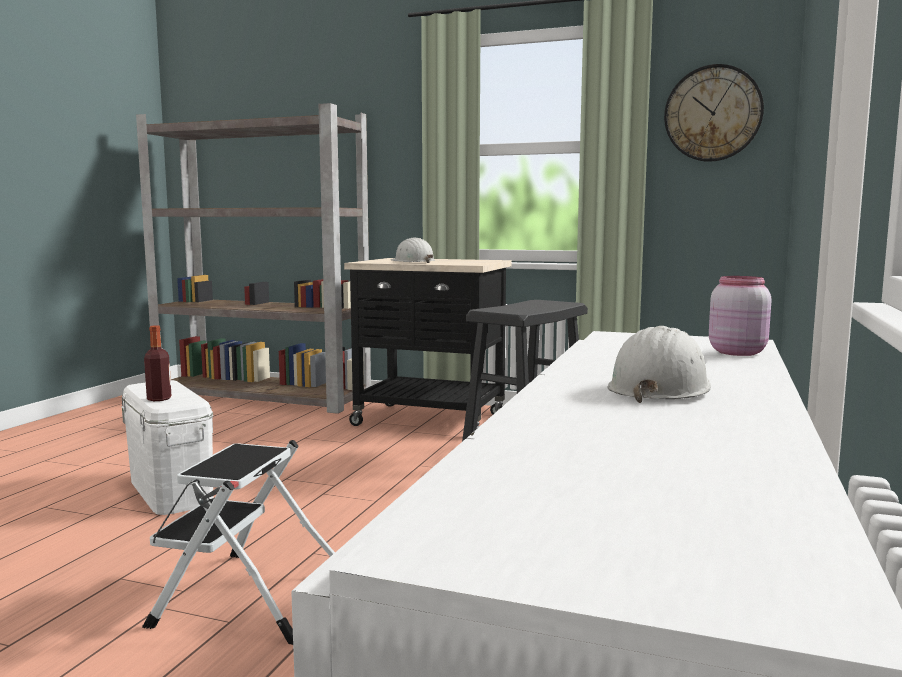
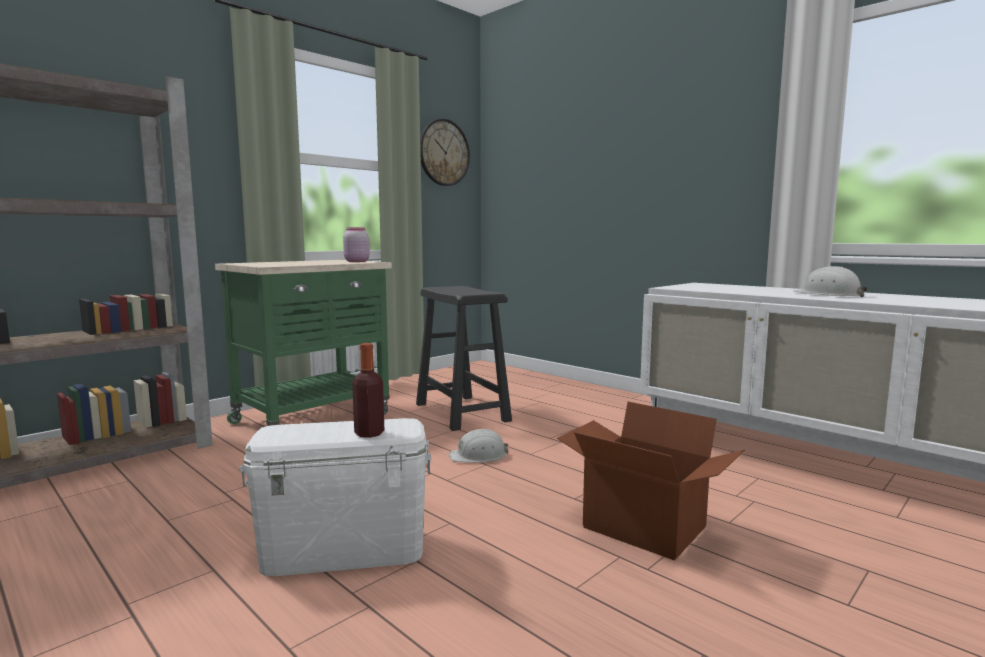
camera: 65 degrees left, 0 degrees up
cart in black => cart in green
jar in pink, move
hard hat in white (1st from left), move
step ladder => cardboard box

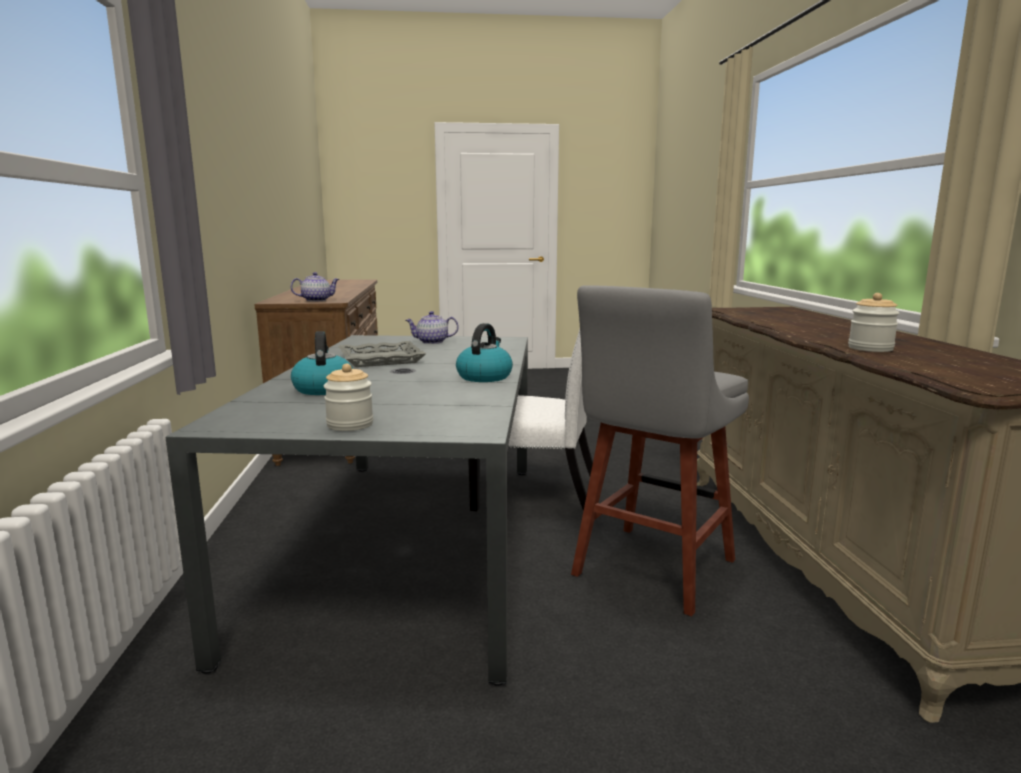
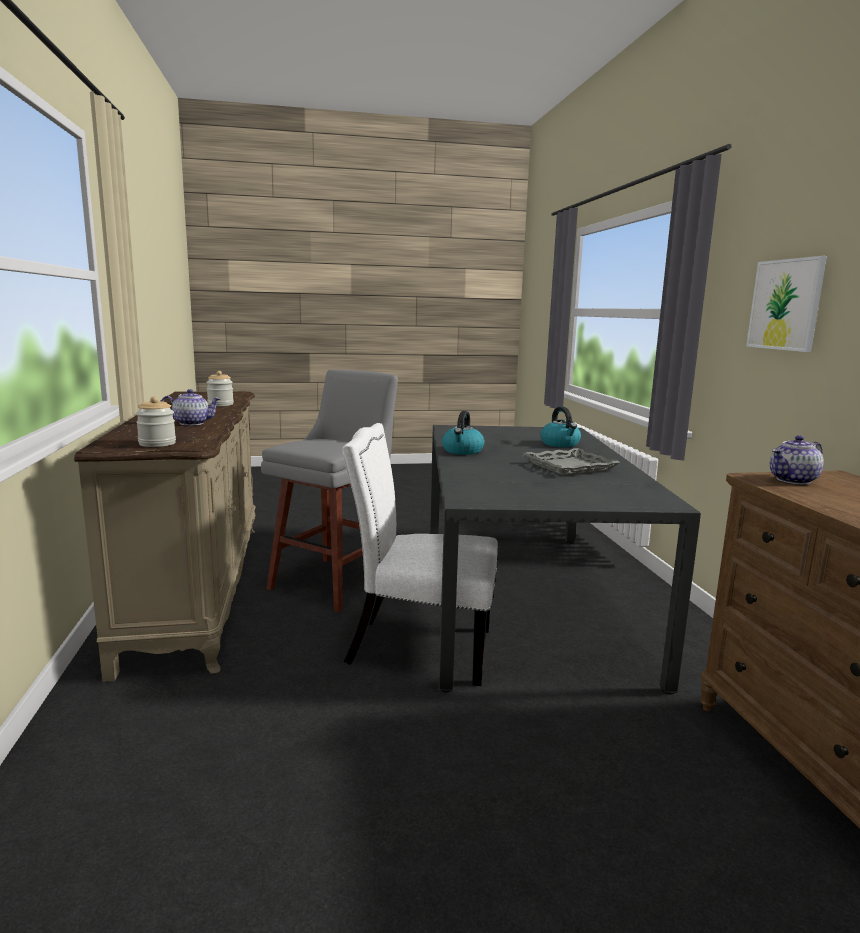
camera: 175 degrees right, 0 degrees up
jar (1st from left), move
teapot (2nd from left in the first image) => teapot (1st from left), move
nothing => picture

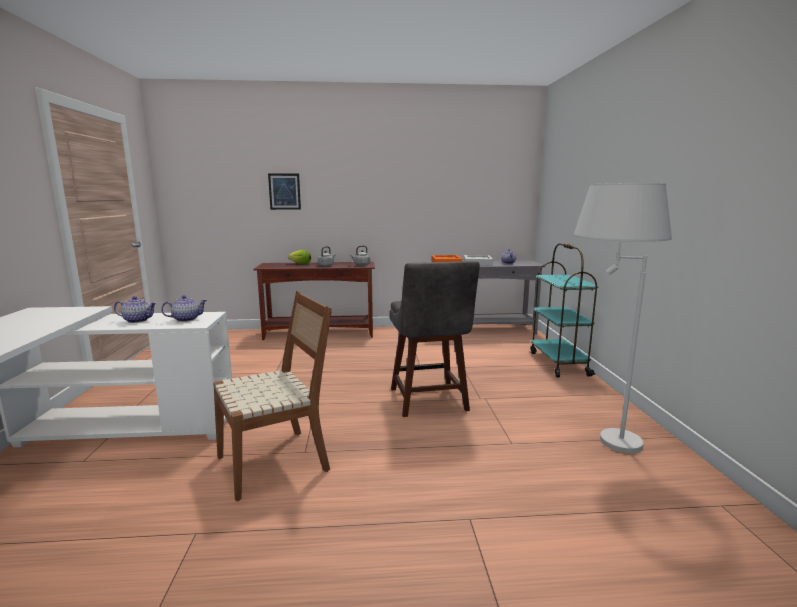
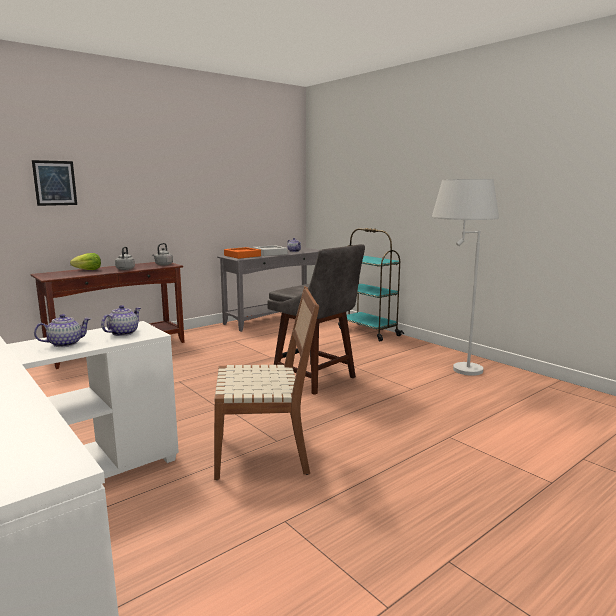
camera: 35 degrees left, 0 degrees up
chair, 60 degrees clockwise

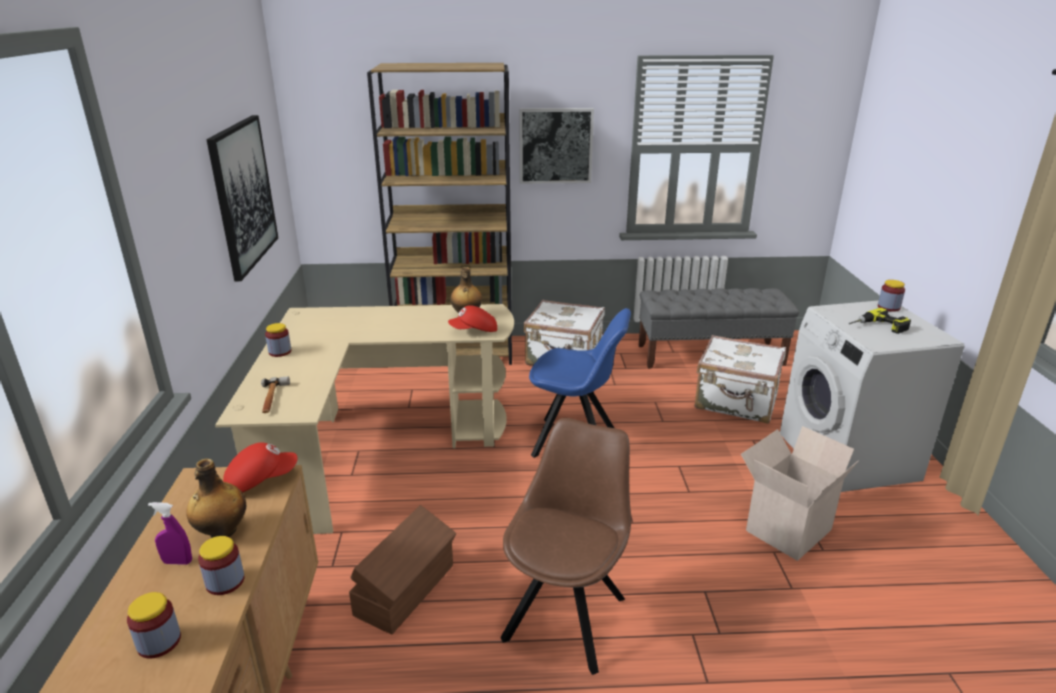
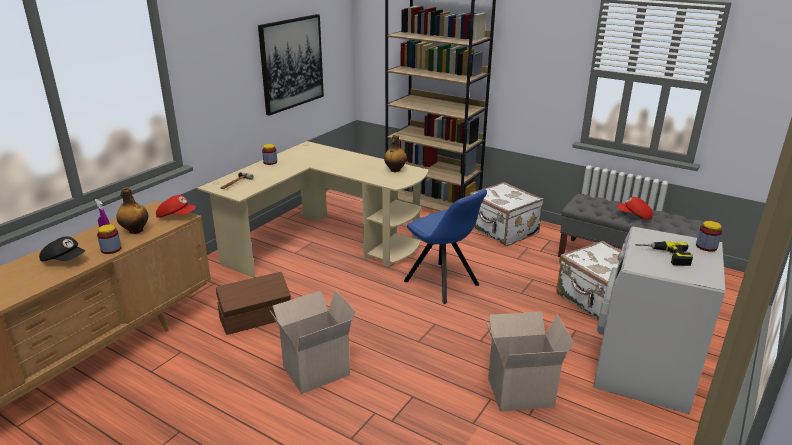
camera: 35 degrees right, 0 degrees up
jar (1st from left) => cap in black
chair in brown => cardboard box (1st from left)
cap in red (2nd from left), move
picture (2nd from left) => nothing

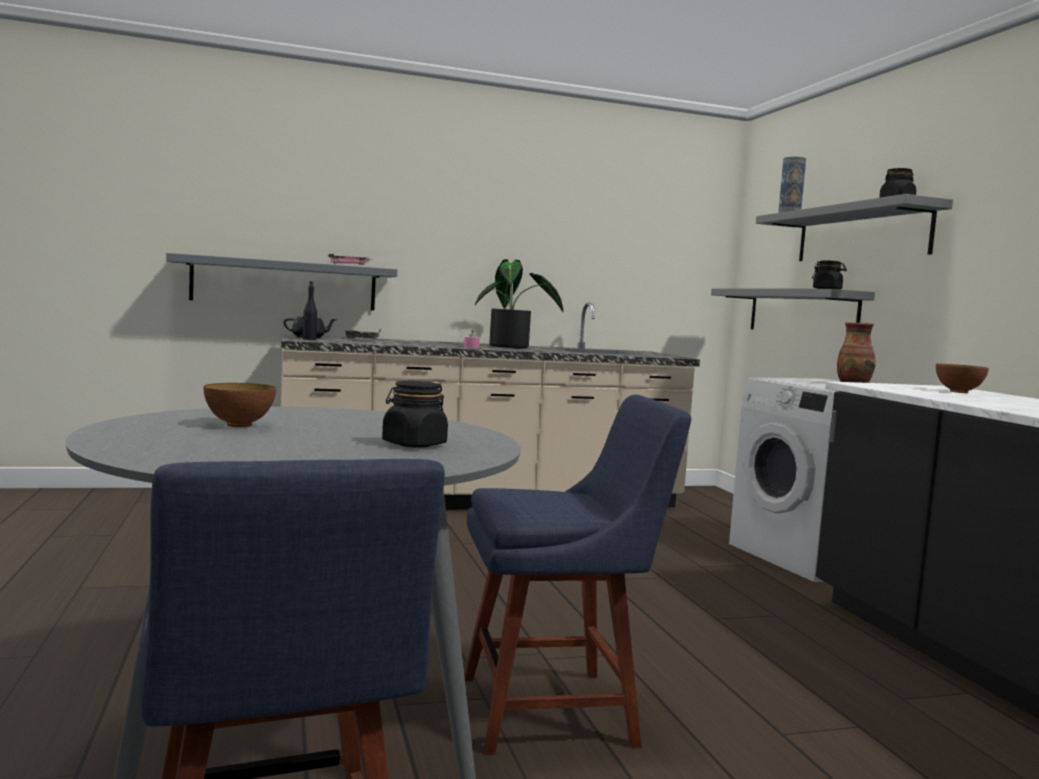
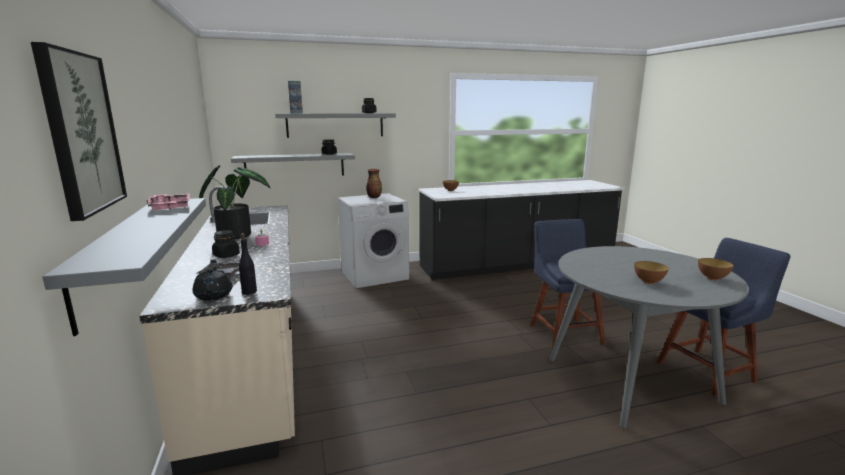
camera: 90 degrees left, 10 degrees up
nothing => picture
jar in black (1st from left), move
nothing => bowl (3rd from left)

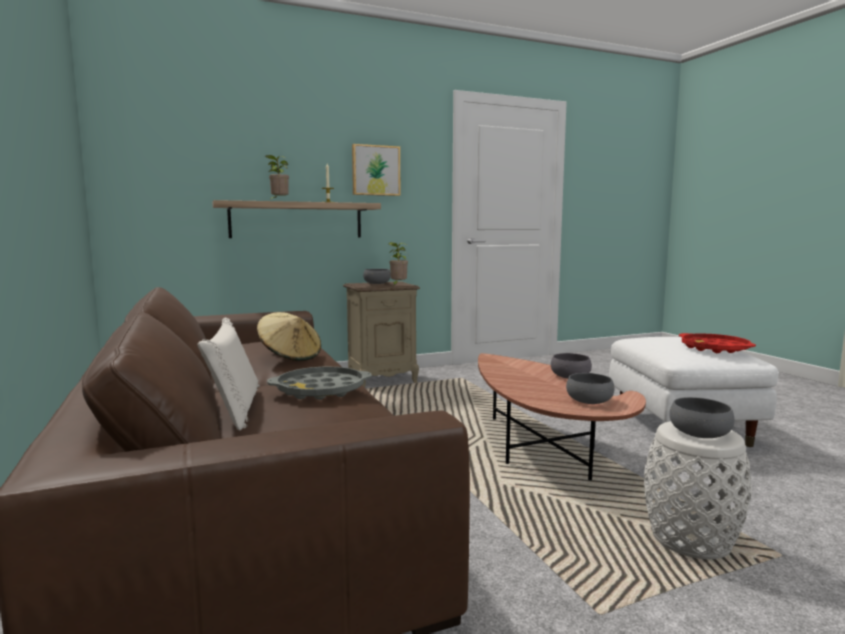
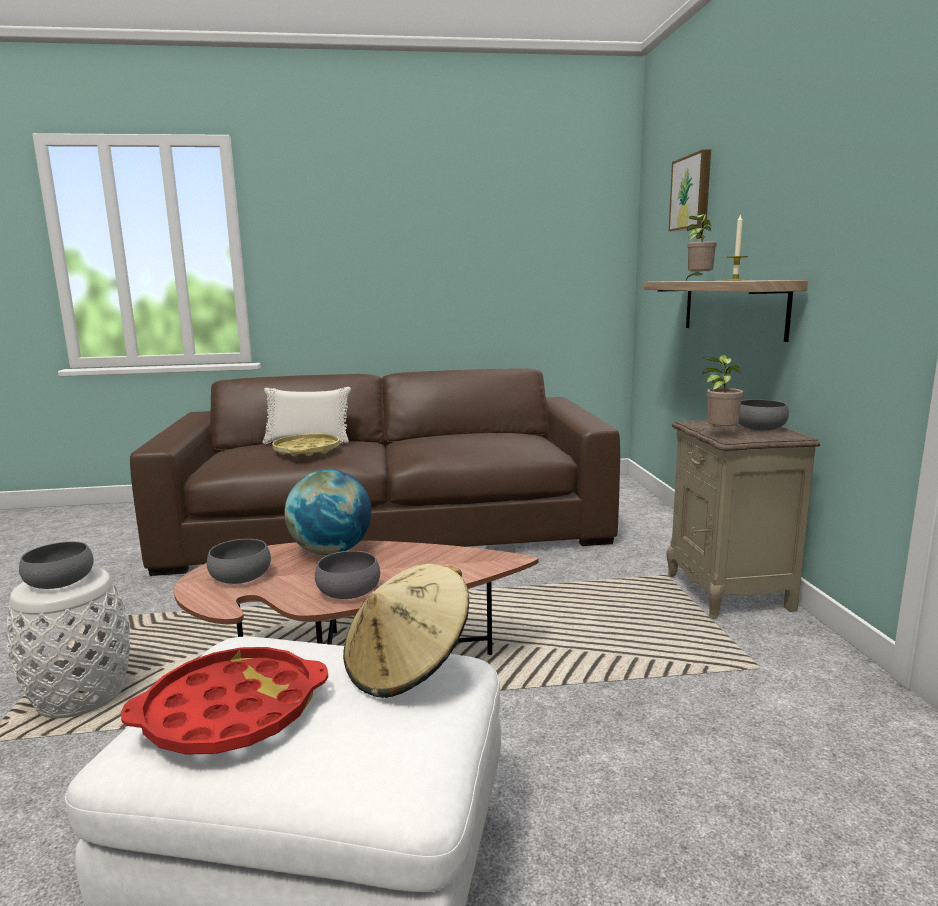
camera: 105 degrees right, 5 degrees up
tray in grey => tray in yellow
nothing => globe
hat in beige, move
picture, move

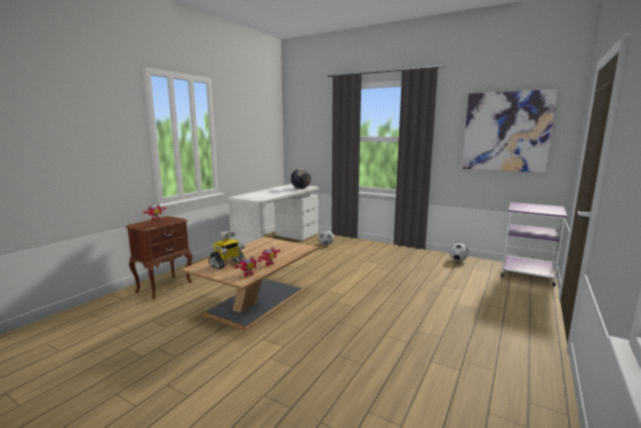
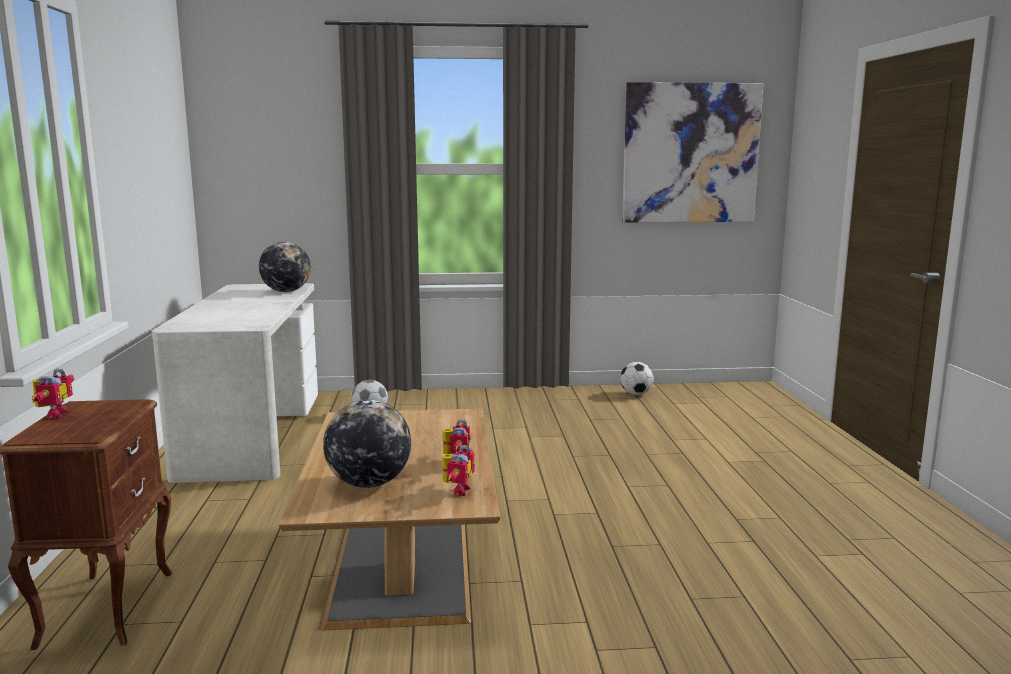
camera: 35 degrees left, 0 degrees up
toy robot (2nd from left) => globe (2nd from left)
cart in purple => nothing

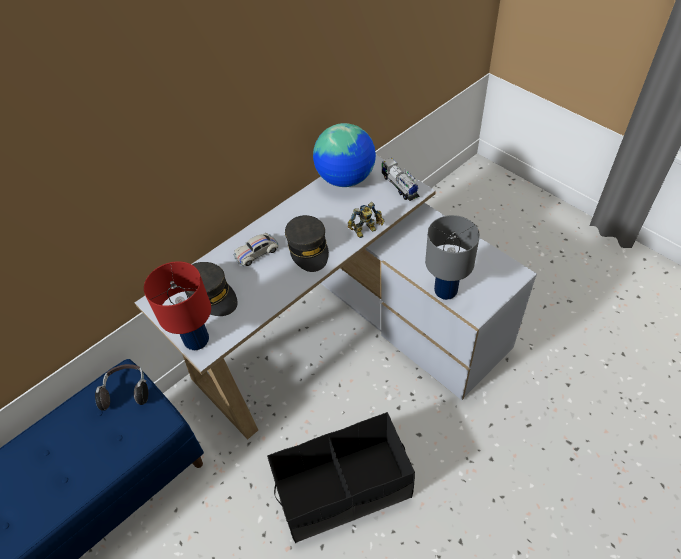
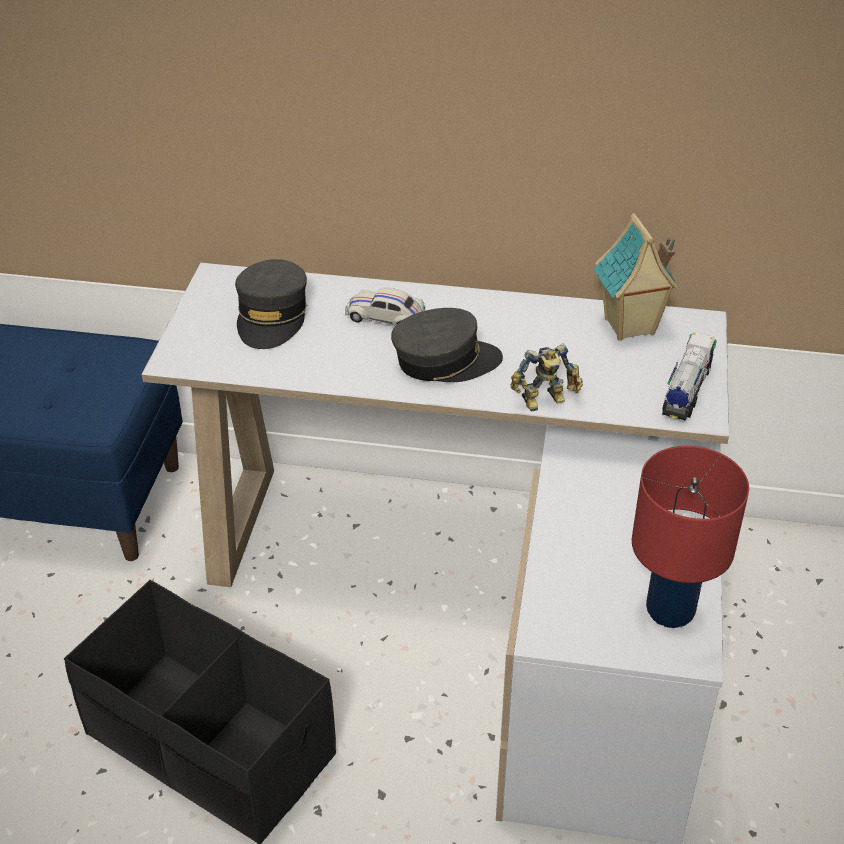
camera: 50 degrees right, 10 degrees down
cap in grey (2nd from left), 135 degrees counterclockwise
toy robot, 45 degrees counterclockwise
globe => toy house
table lamp in red, move
headphones => nothing
table lamp in grey => nothing

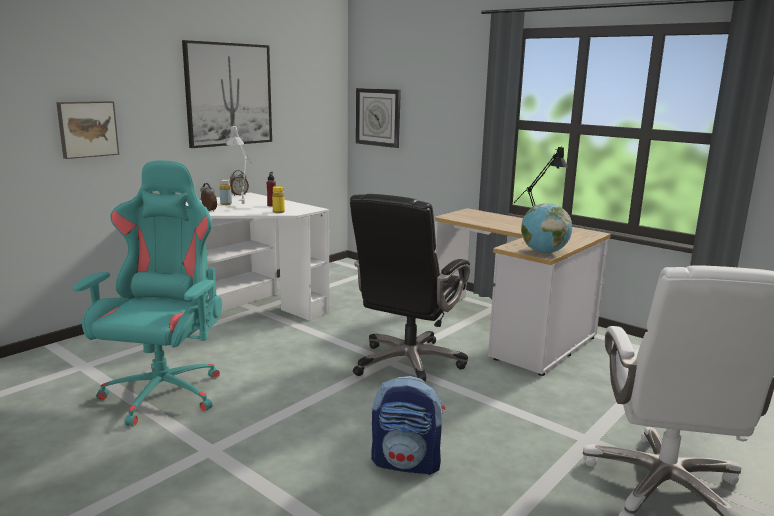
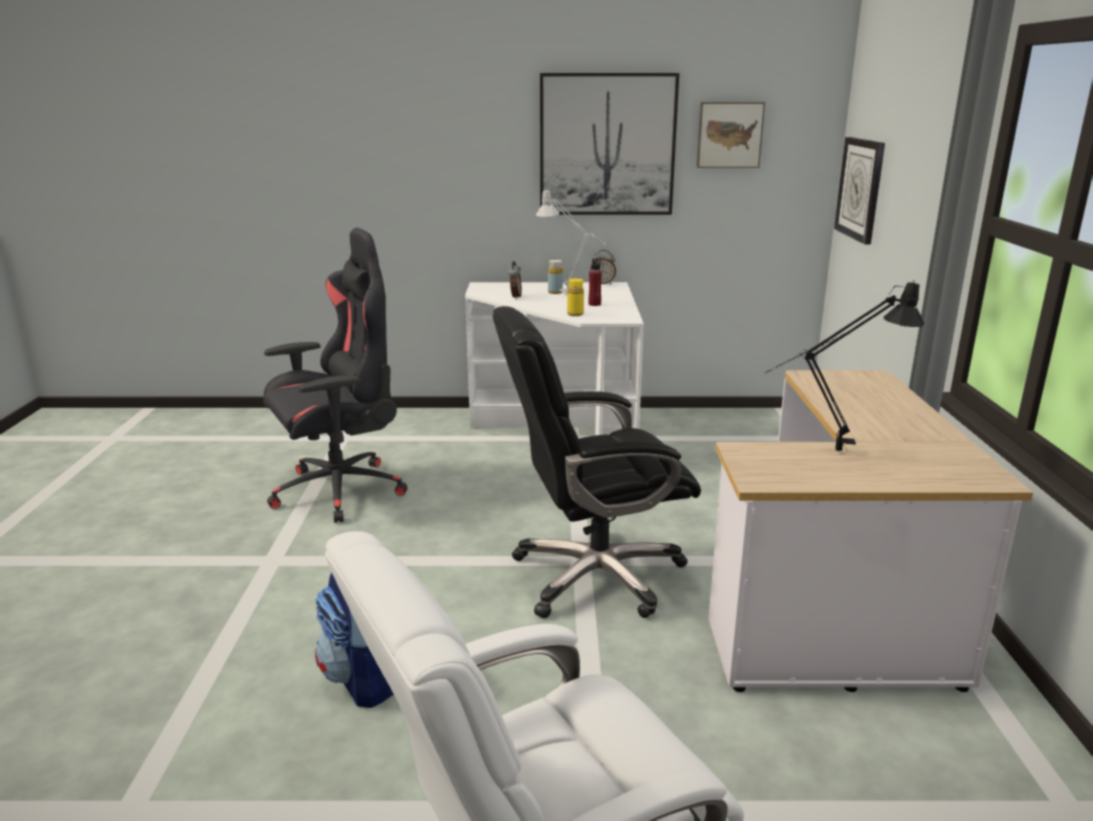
camera: 50 degrees right, 5 degrees up
office chair in turquoise => office chair in black (1st from left)
picture (1st from left in the first image) => picture (2nd from left), move
globe => nothing

